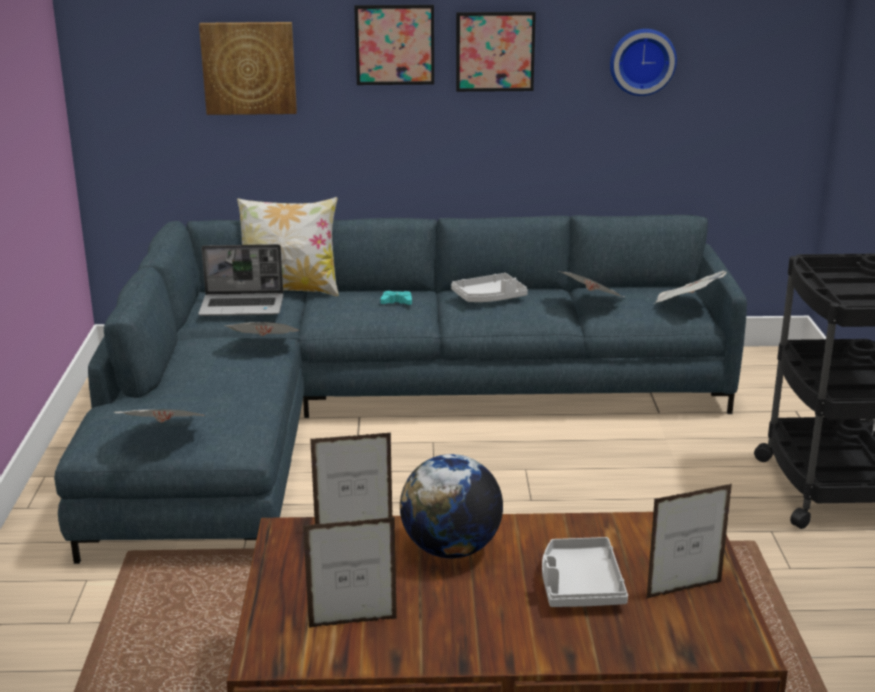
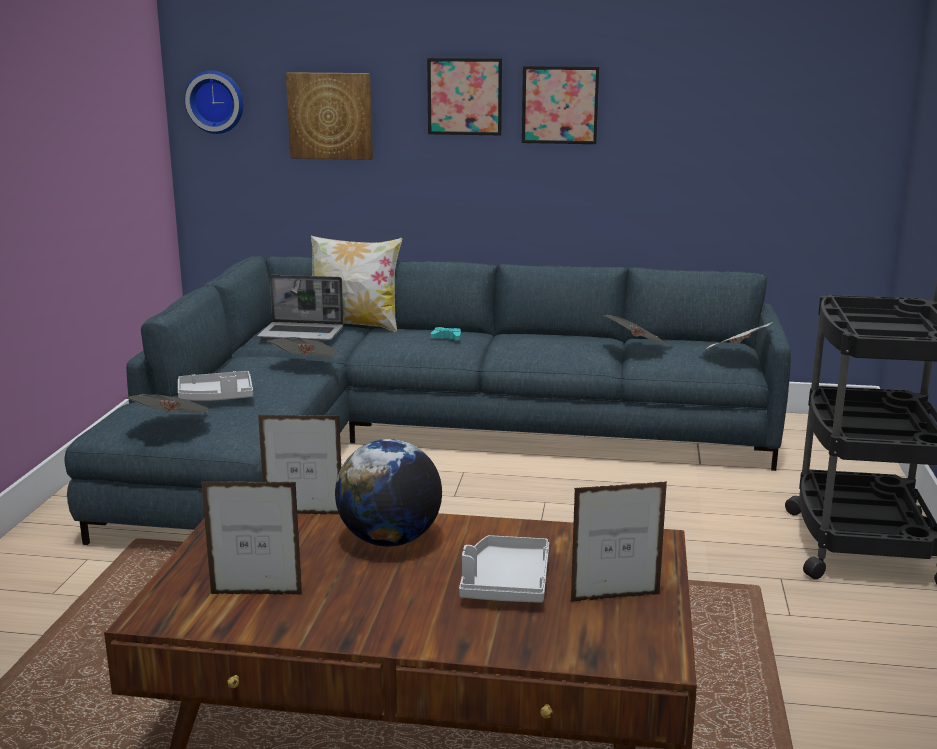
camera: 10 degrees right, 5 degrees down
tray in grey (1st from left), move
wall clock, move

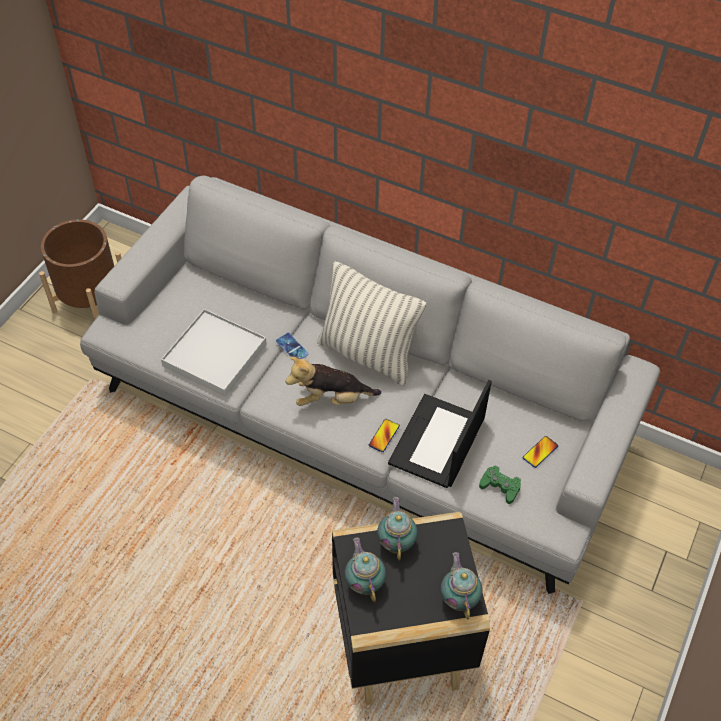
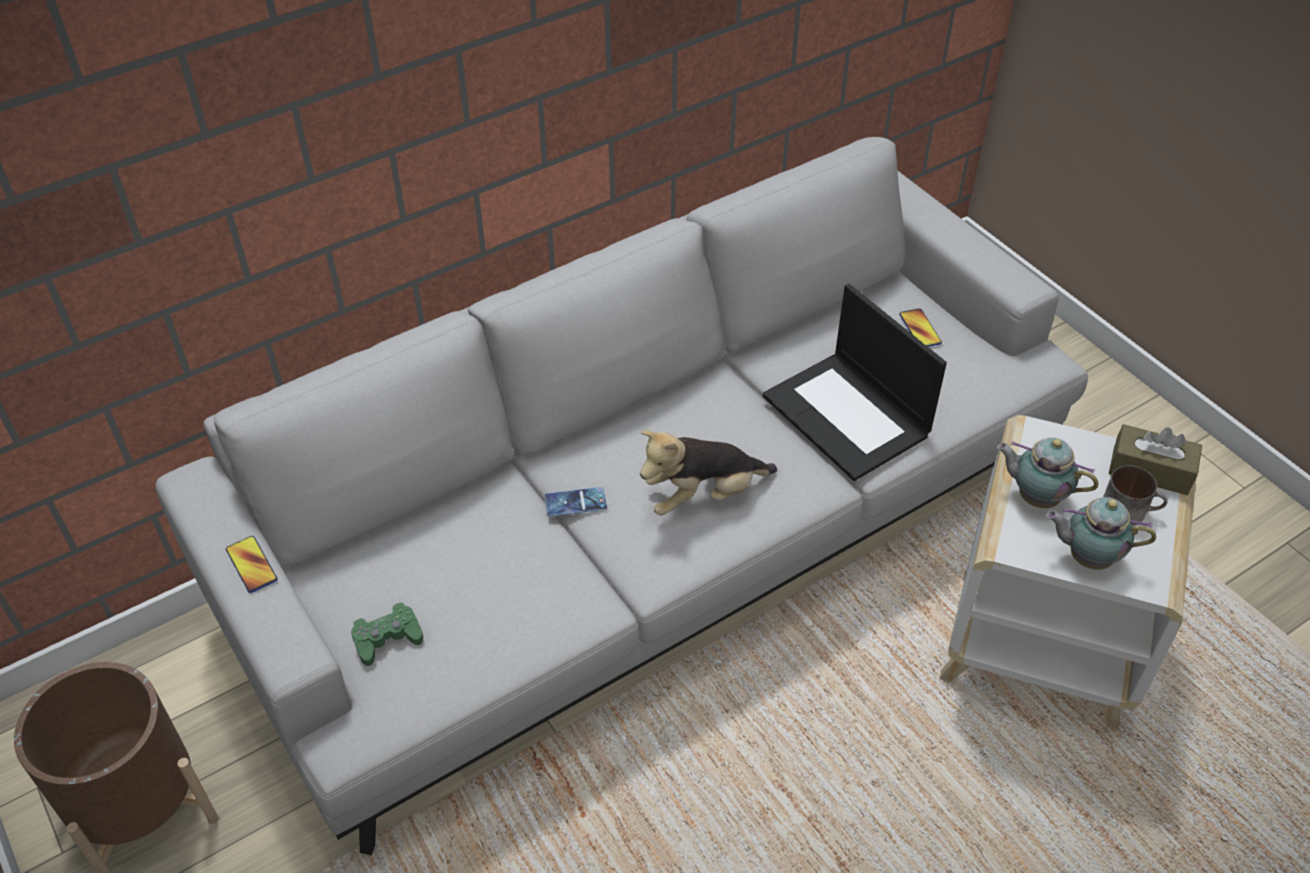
camera: 60 degrees left, 5 degrees down
phone (2nd from left in the first image) => phone (1st from left), move
game controller in green, move
plush toy, 45 degrees clockwise
side table in black => side table in white
nothing => mug
teapot (3rd from left) => tissue box in brown
tray in white => nothing
pillow => nothing

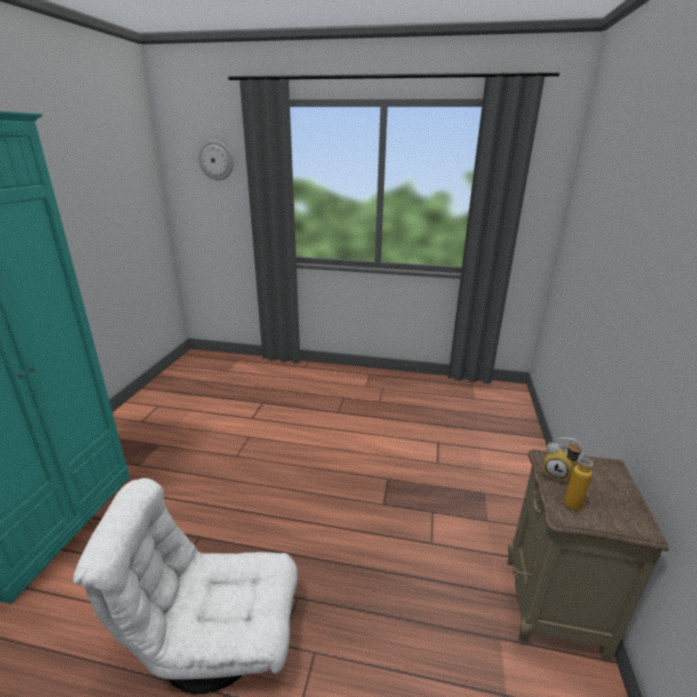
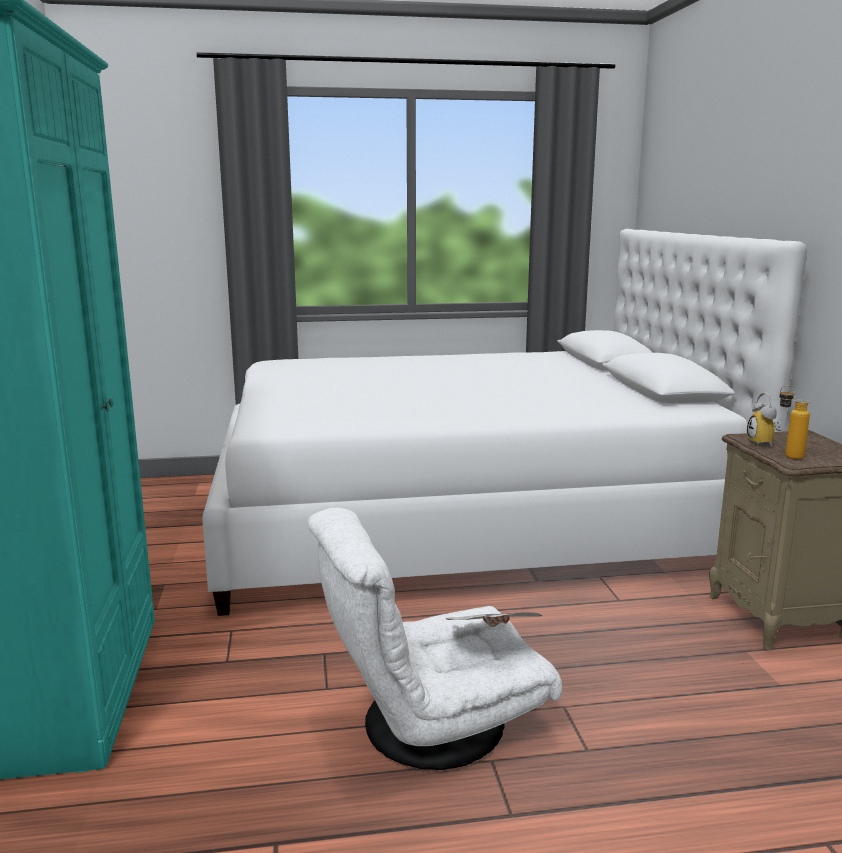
camera: 20 degrees left, 10 degrees down
nothing => bed in white
nothing => newspaper
alarm clock, 75 degrees clockwise
wall clock => nothing

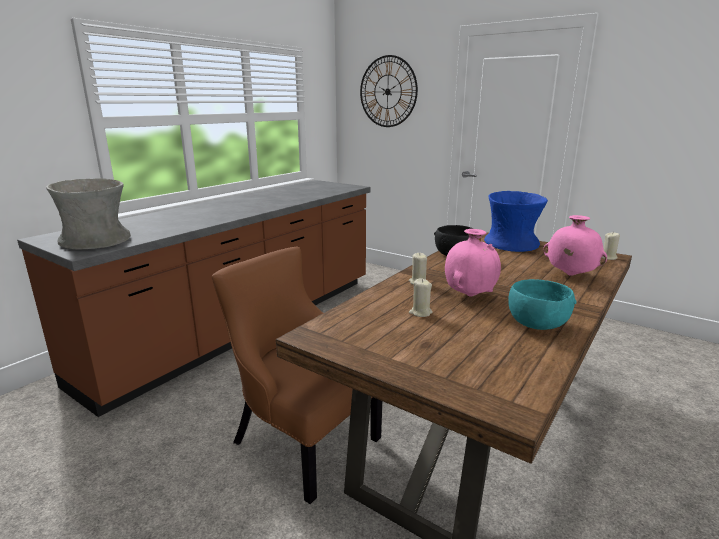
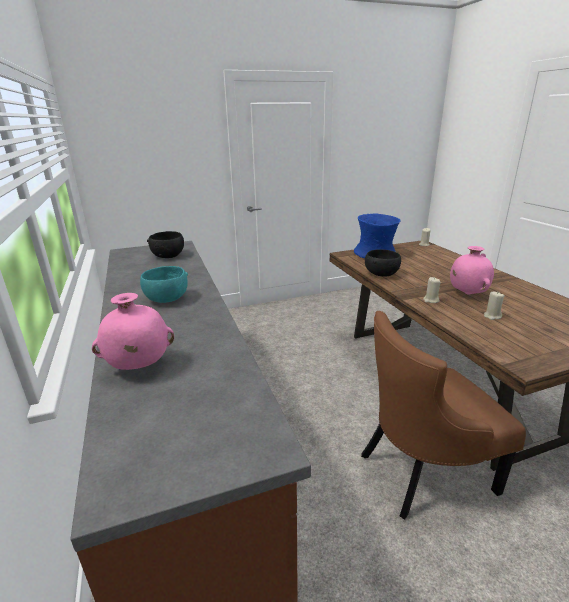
camera: 55 degrees left, 5 degrees up
vase in pink (2nd from left in the first image) => vase in pink (1st from left), move
bowl in turquoise, move
nothing => bowl in black (1st from left)
vase in grey => nothing
wall clock => nothing

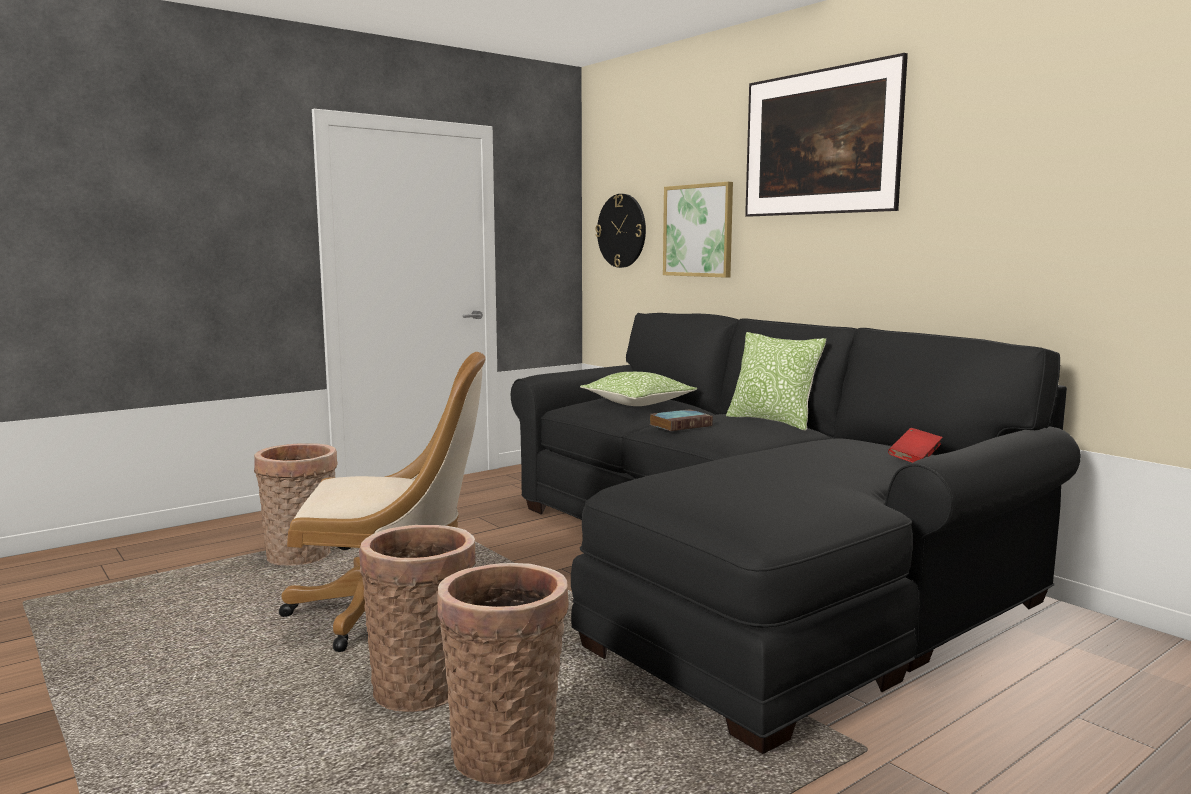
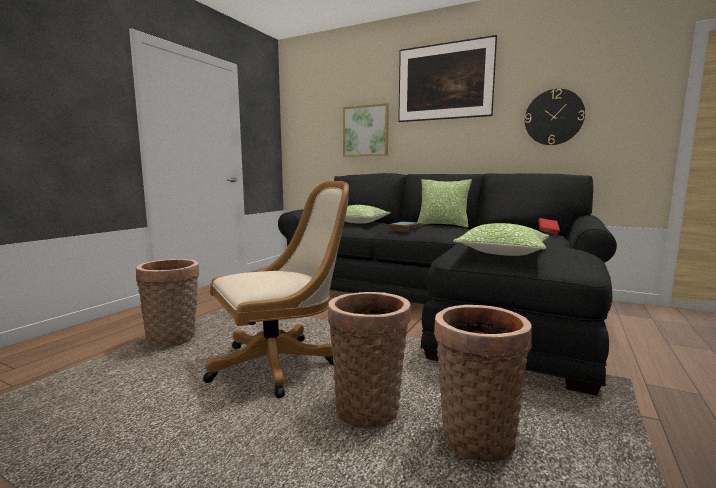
camera: 25 degrees left, 0 degrees up
nothing => pillow (3rd from left)
wall clock, move

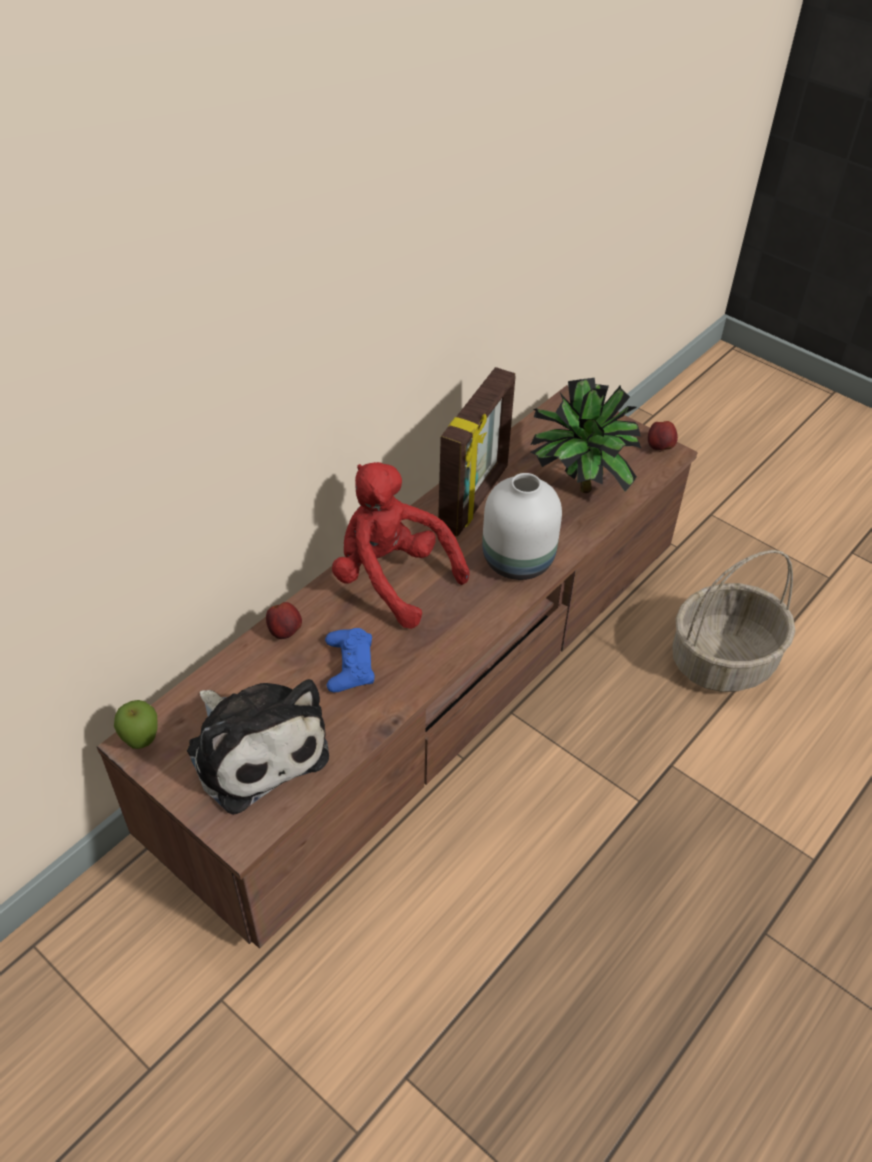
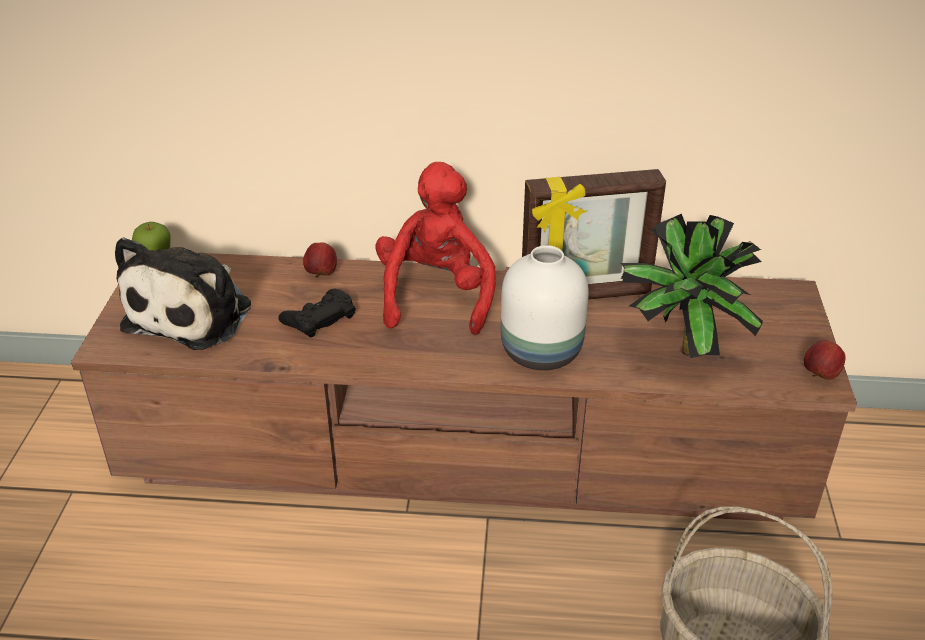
camera: 55 degrees right, 10 degrees down
game controller in blue => game controller in black

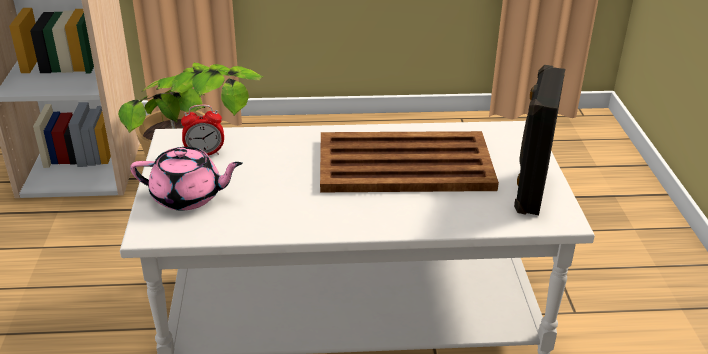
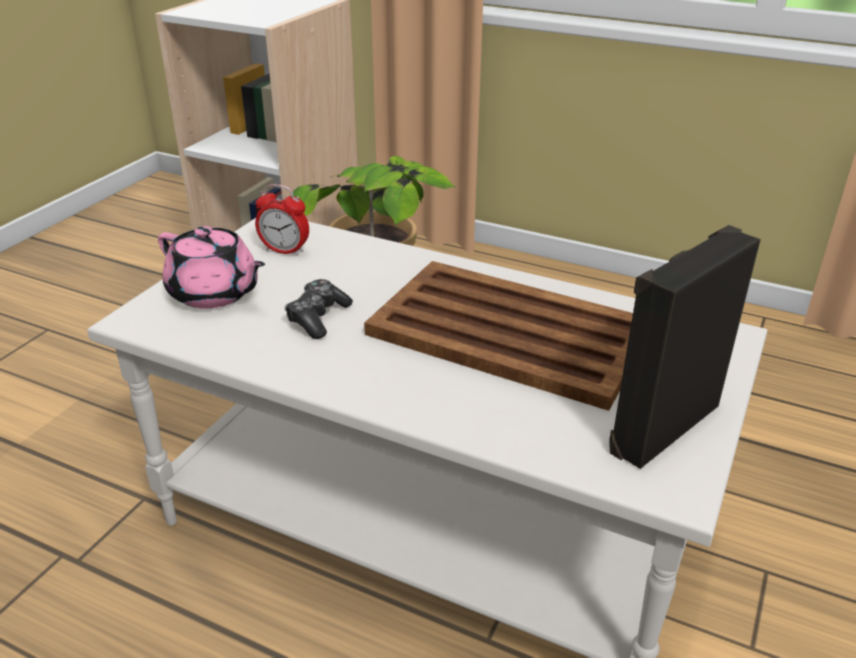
camera: 30 degrees right, 0 degrees up
nothing => game controller

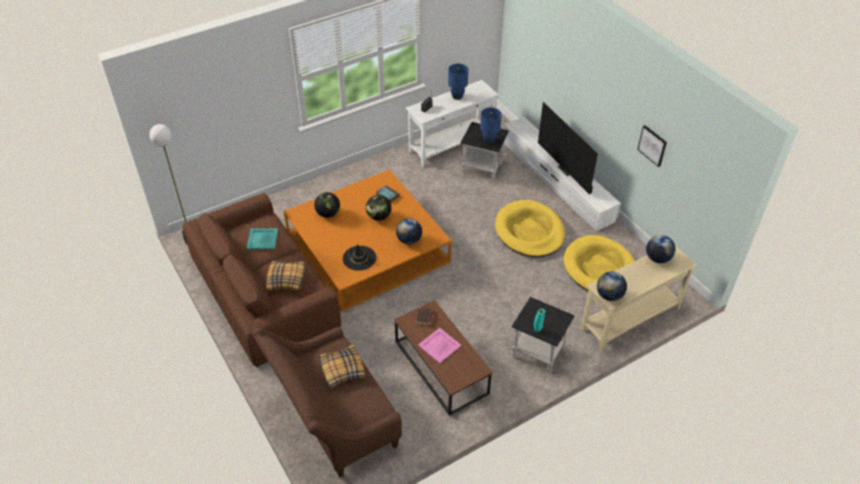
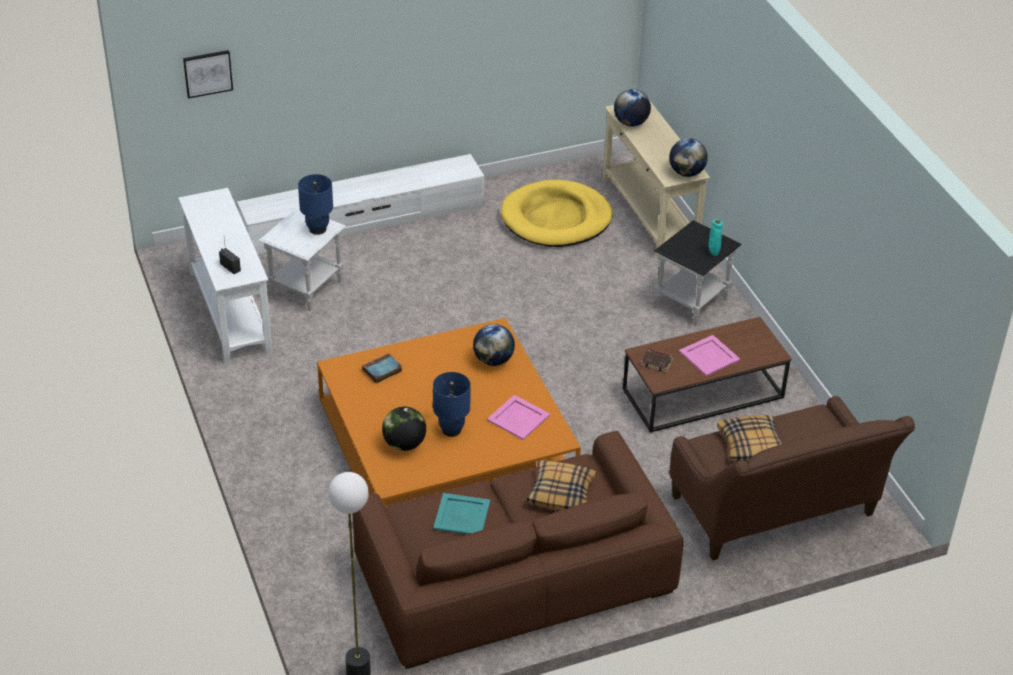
camera: 80 degrees left, 5 degrees down
picture, move
side table in black (1st from left) => side table in white
table lamp in blue (1st from left in the first image) => table lamp in blue (2nd from left), move
hat in black => tray in pink (1st from left)
globe (2nd from left) => nothing
dog bed in yellow (1st from left) => nothing
television => nothing

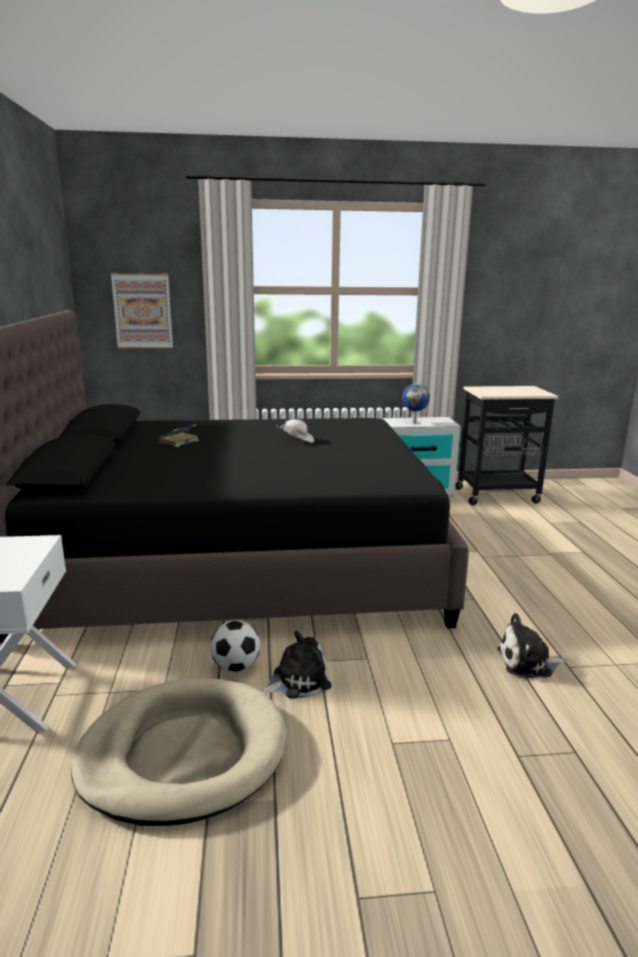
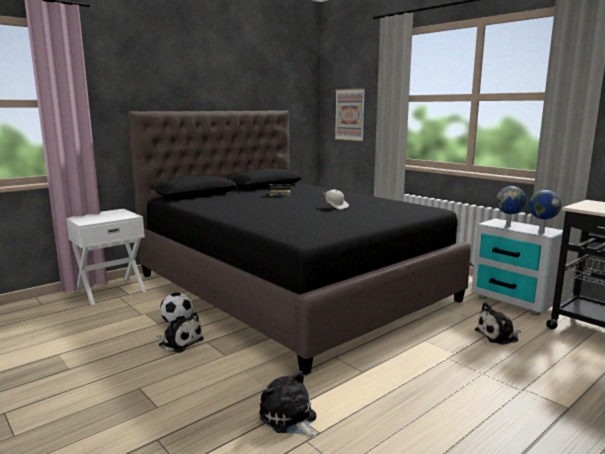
camera: 55 degrees right, 5 degrees down
nothing => plush toy (3rd from left)
nothing => globe (2nd from left)
dog bed in beige => nothing

